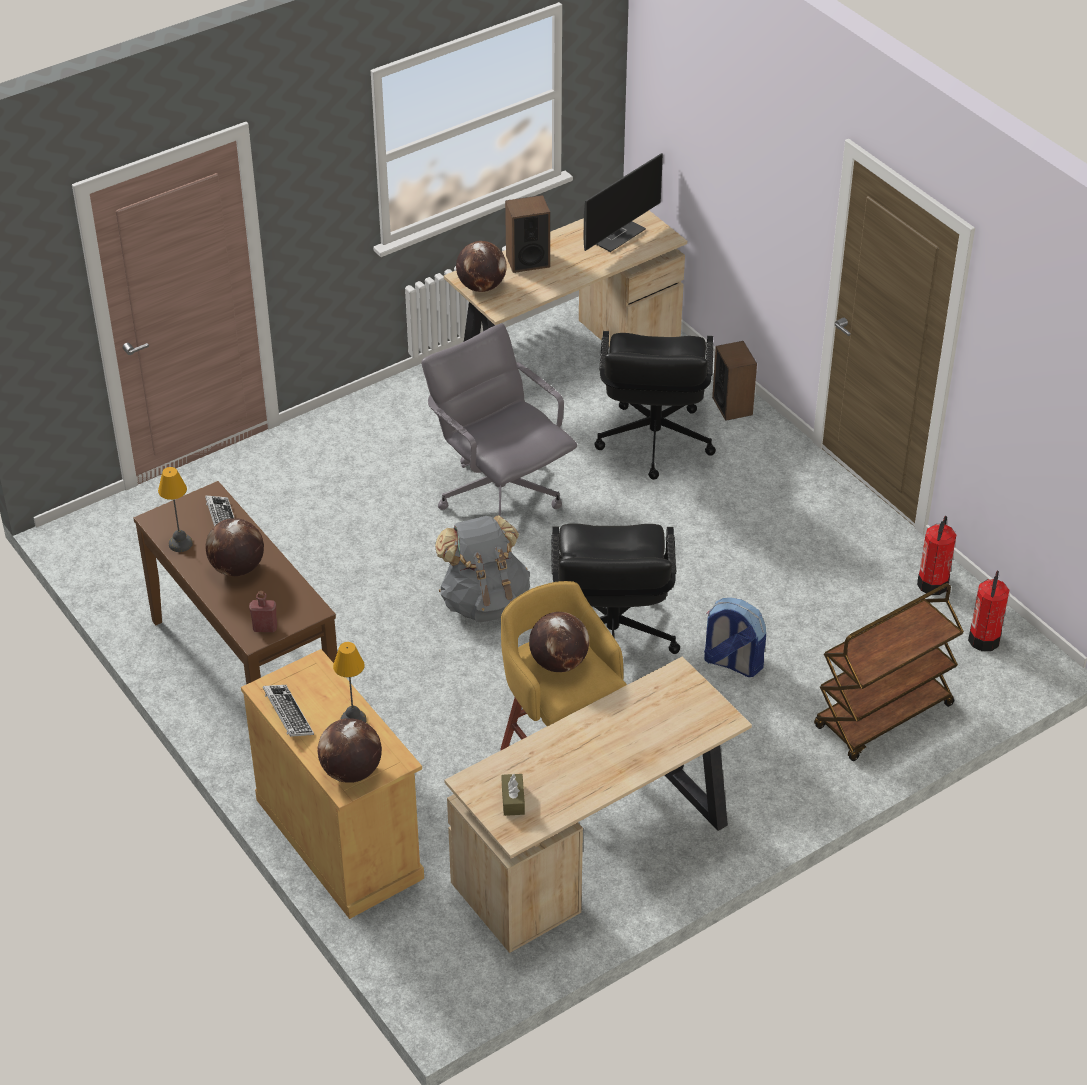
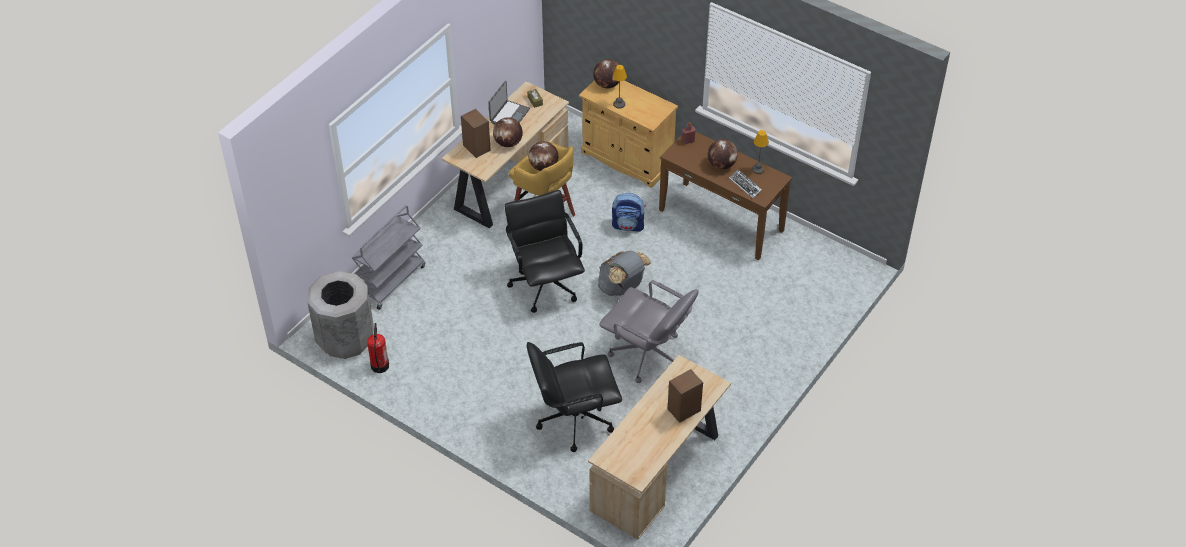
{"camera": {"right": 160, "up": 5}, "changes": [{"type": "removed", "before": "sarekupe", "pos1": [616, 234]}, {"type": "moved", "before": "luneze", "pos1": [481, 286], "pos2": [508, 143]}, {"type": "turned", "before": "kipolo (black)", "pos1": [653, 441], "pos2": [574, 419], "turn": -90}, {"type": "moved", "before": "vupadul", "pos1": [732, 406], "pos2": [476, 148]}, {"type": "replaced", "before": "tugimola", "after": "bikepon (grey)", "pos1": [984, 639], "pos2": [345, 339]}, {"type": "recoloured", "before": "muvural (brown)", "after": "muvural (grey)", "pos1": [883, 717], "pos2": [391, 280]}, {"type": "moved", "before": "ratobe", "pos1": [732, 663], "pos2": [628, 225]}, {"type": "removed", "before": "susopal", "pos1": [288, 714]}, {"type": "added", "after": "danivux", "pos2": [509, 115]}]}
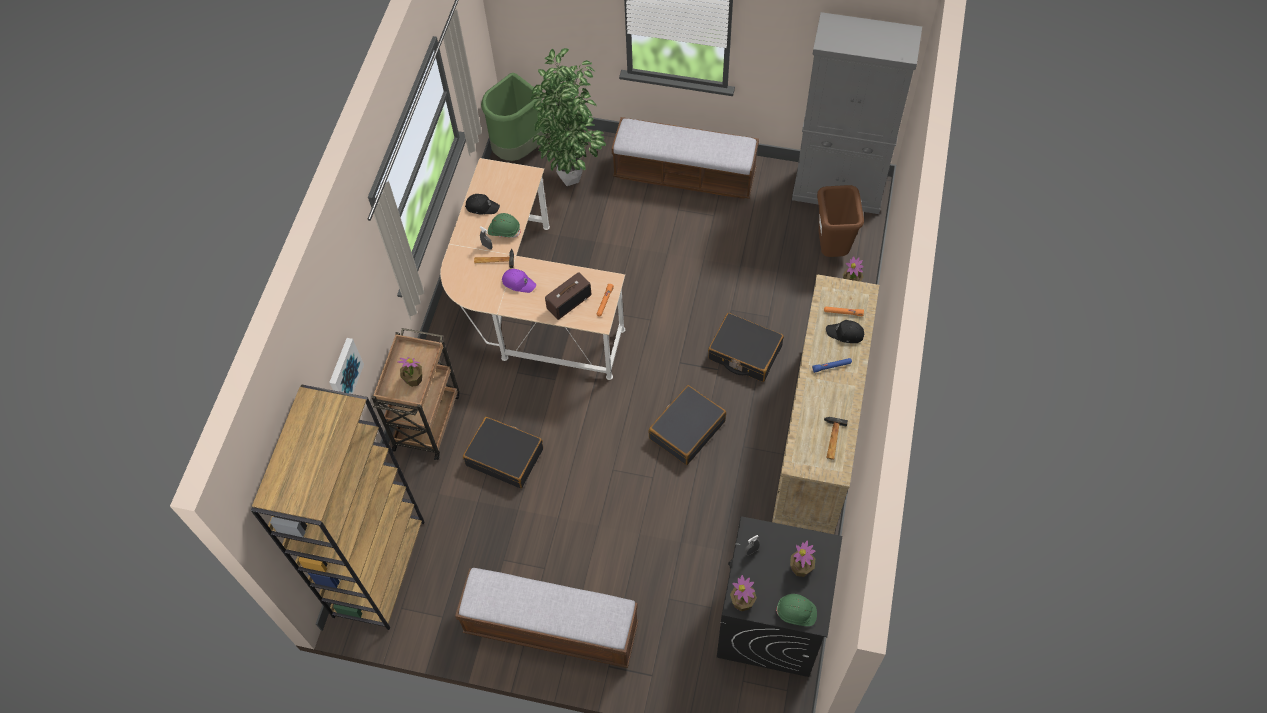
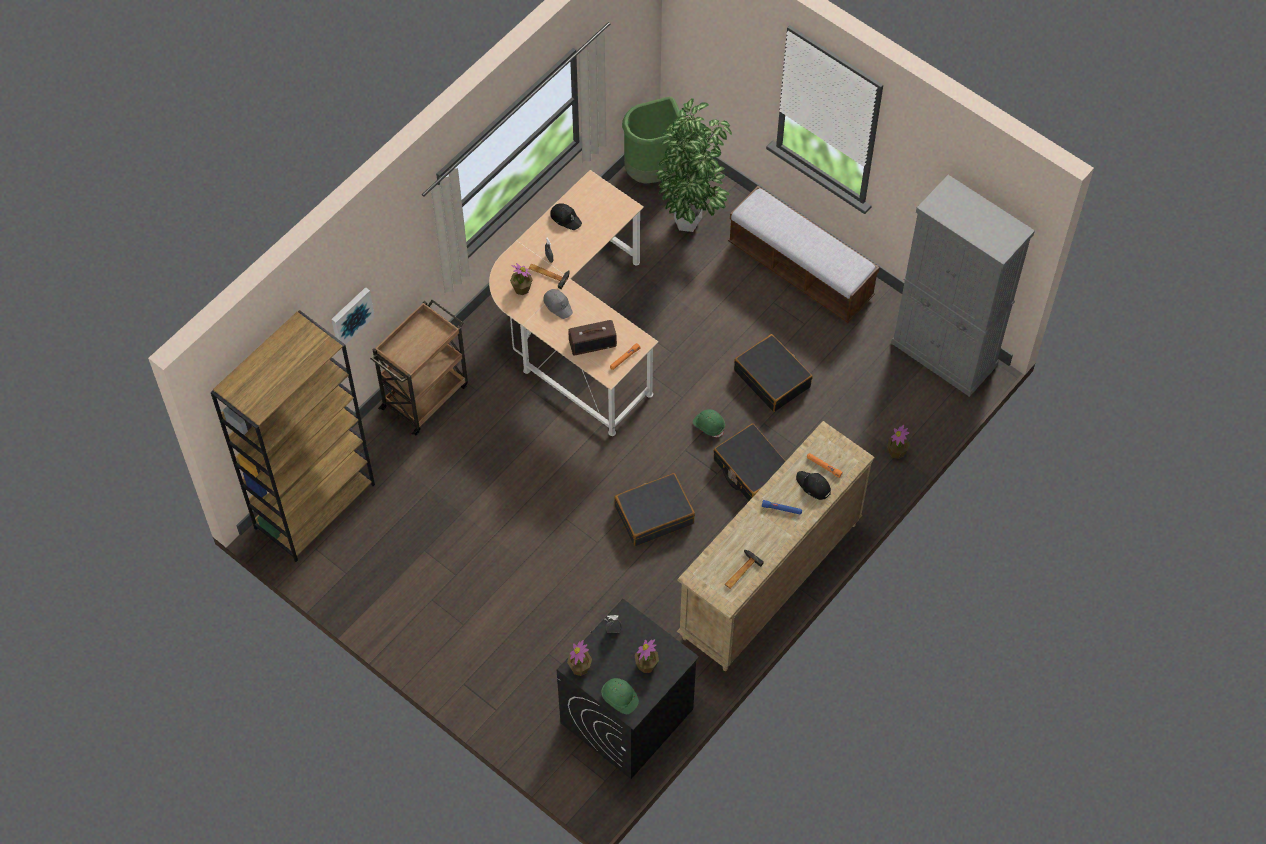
{"camera": {"right": 25, "up": 0}, "changes": [{"type": "removed", "before": "bikepon (brown)", "pos1": [832, 250]}, {"type": "moved", "before": "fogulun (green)", "pos1": [504, 230], "pos2": [709, 425]}, {"type": "recoloured", "before": "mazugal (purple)", "after": "mazugal (grey)", "pos1": [518, 282], "pos2": [558, 305]}, {"type": "moved", "before": "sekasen", "pos1": [413, 379], "pos2": [521, 288]}, {"type": "moved", "before": "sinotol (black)", "pos1": [505, 456], "pos2": [772, 378]}, {"type": "removed", "before": "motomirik", "pos1": [551, 628]}]}
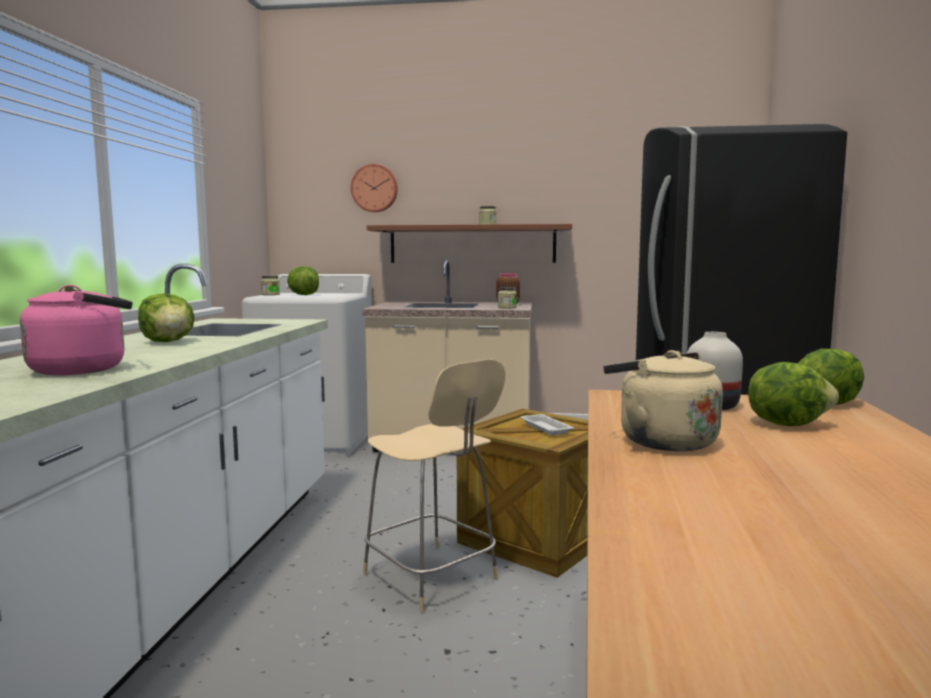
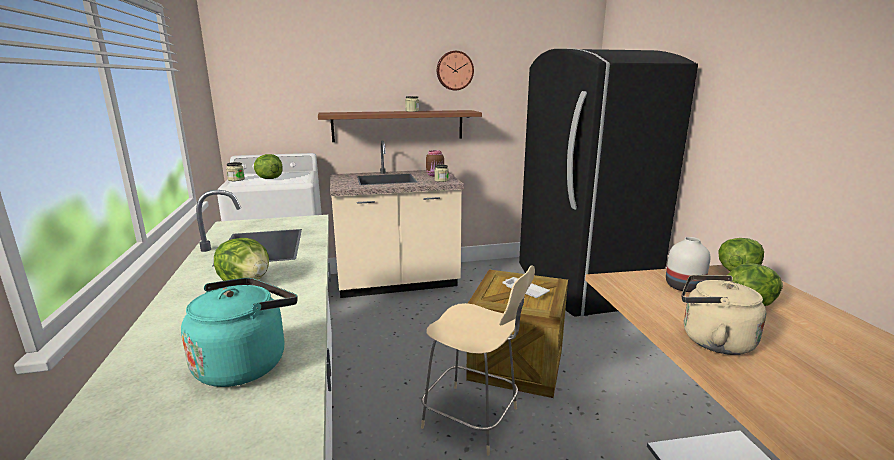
{"camera": {"right": -20, "up": 10}, "changes": [{"type": "moved", "before": "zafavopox", "pos1": [375, 188], "pos2": [454, 70]}, {"type": "recoloured", "before": "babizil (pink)", "after": "babizil (turquoise)", "pos1": [84, 369], "pos2": [245, 363]}]}
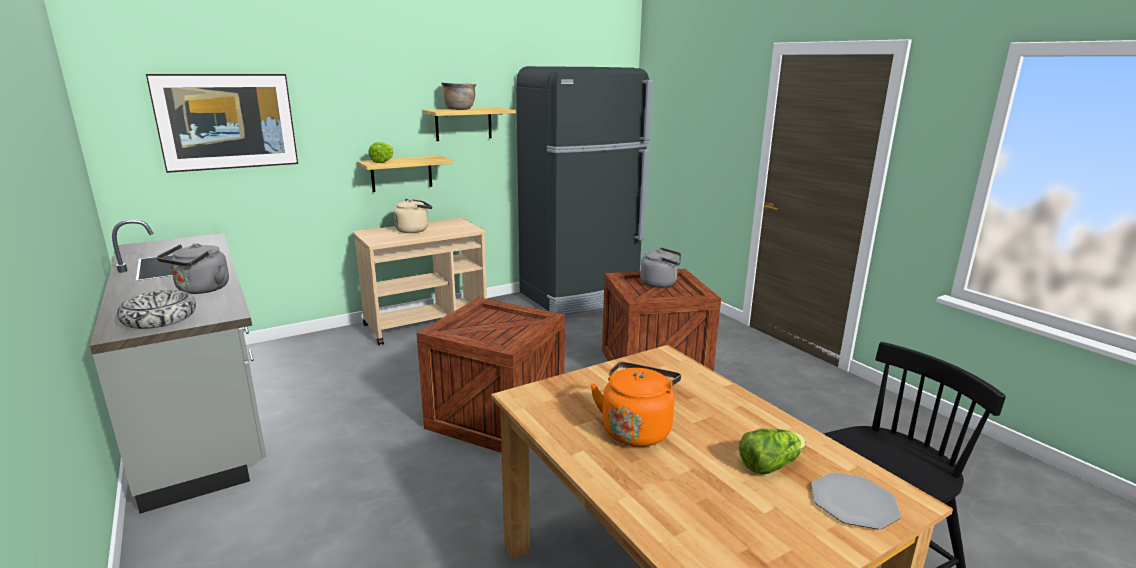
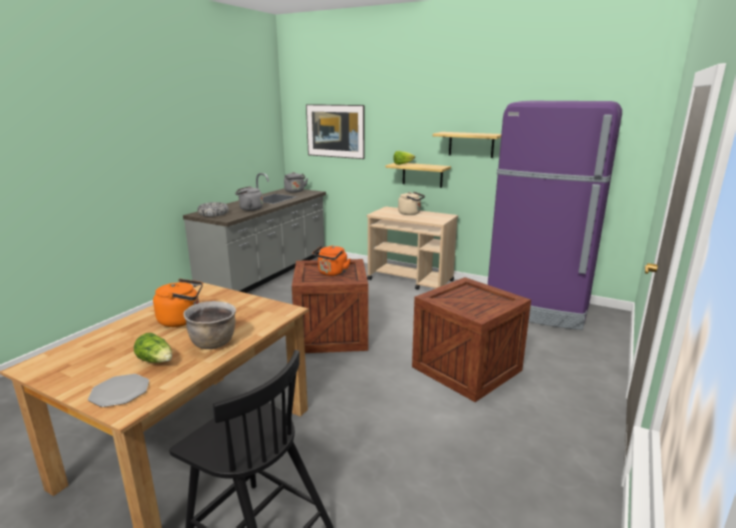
{"camera": {"right": 60, "up": 0}, "changes": [{"type": "recoloured", "before": "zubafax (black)", "after": "zubafax (purple)", "pos1": [580, 295], "pos2": [538, 308]}, {"type": "moved", "before": "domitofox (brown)", "pos1": [459, 109], "pos2": [214, 343]}, {"type": "moved", "before": "babizil (grey)", "pos1": [660, 283], "pos2": [295, 191]}, {"type": "added", "after": "babizil (orange)", "pos2": [332, 273]}]}
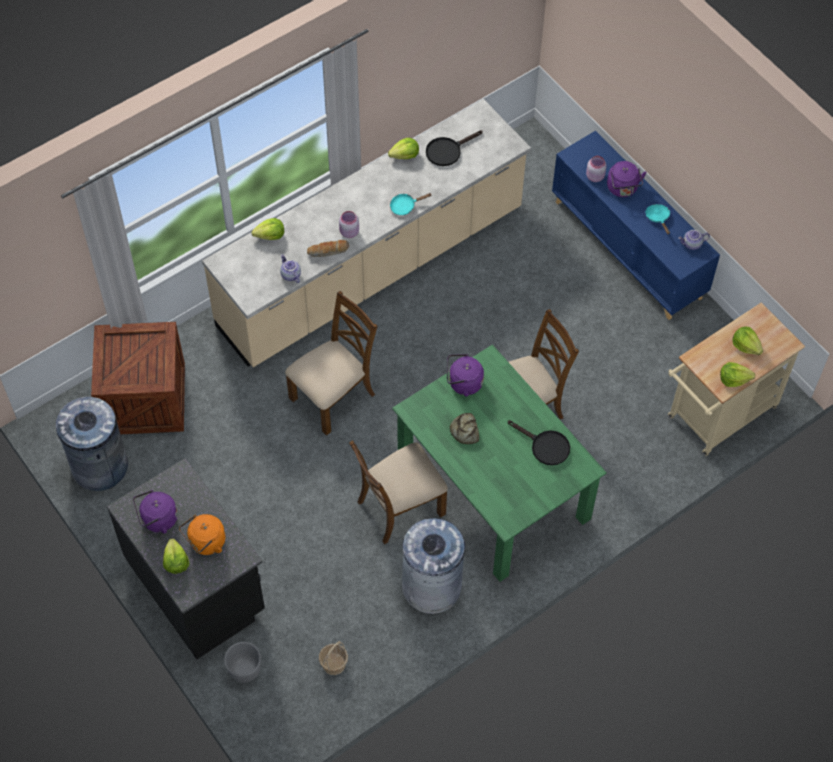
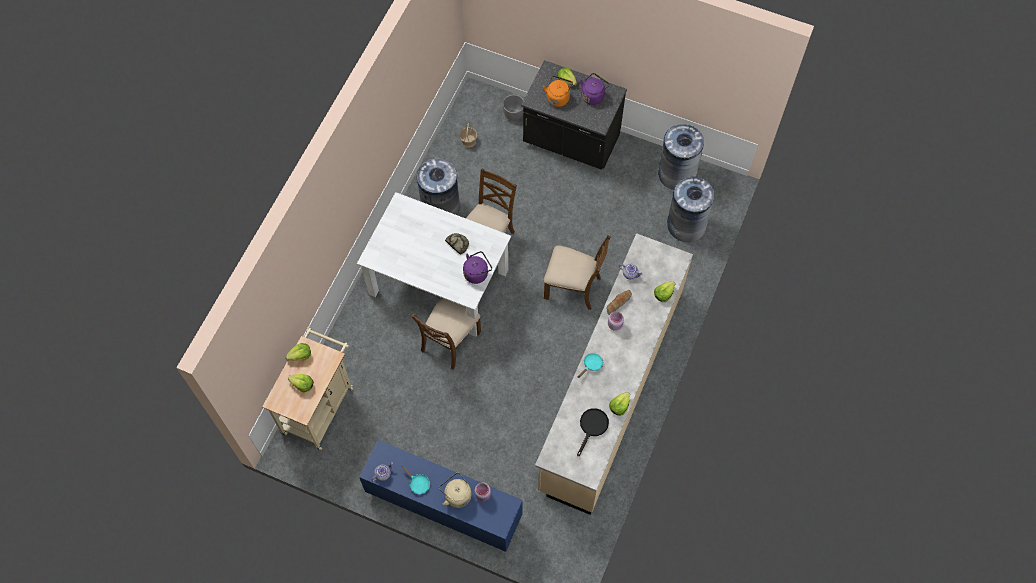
{"camera": {"right": 150, "up": 5}, "changes": [{"type": "recoloured", "before": "babizil (purple)", "after": "babizil (beige)", "pos1": [623, 189], "pos2": [456, 495]}, {"type": "turned", "before": "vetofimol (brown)", "pos1": [333, 396], "pos2": [573, 287], "turn": -90}, {"type": "replaced", "before": "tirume", "after": "bikepon (grey)", "pos1": [143, 397], "pos2": [686, 225]}, {"type": "recoloured", "before": "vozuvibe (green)", "after": "vozuvibe (white)", "pos1": [491, 488], "pos2": [439, 281]}, {"type": "removed", "before": "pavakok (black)", "pos1": [545, 446]}]}
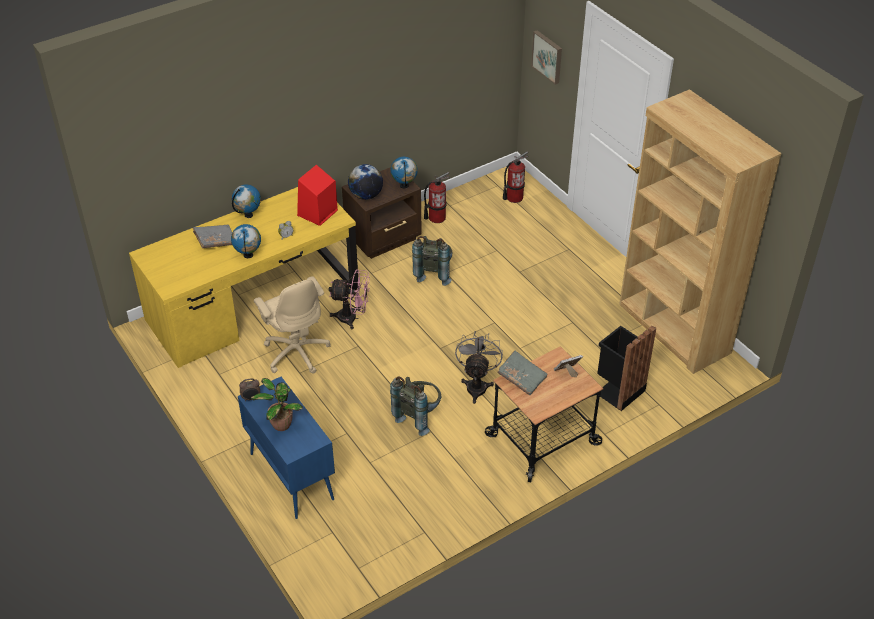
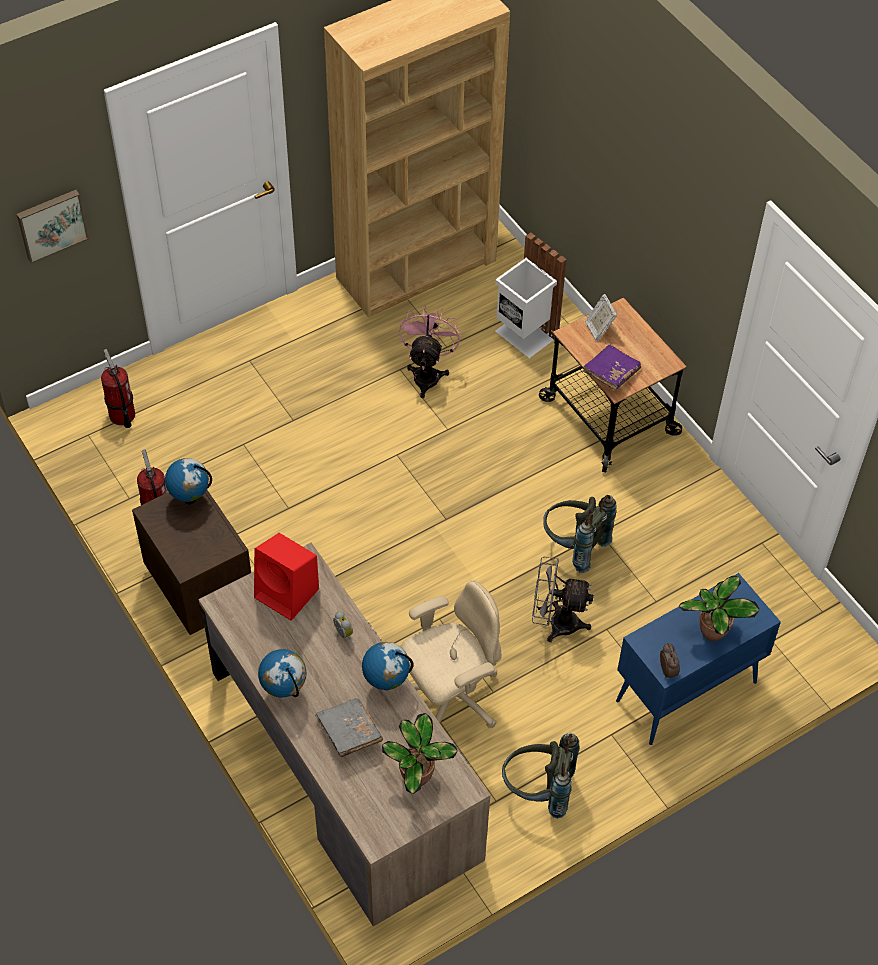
{"camera": {"right": -90, "up": 10}, "changes": [{"type": "removed", "before": "luneze", "pos1": [366, 195]}, {"type": "recoloured", "before": "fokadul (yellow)", "after": "fokadul (brown)", "pos1": [253, 304], "pos2": [344, 764]}, {"type": "moved", "before": "ratobe (grey)", "pos1": [433, 272], "pos2": [538, 791]}, {"type": "moved", "before": "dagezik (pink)", "pos1": [352, 318], "pos2": [427, 373]}, {"type": "recoloured", "before": "bikepon (black)", "after": "bikepon (white)", "pos1": [618, 391], "pos2": [525, 335]}, {"type": "moved", "before": "dagezik (grey)", "pos1": [477, 385], "pos2": [555, 623]}, {"type": "recoloured", "before": "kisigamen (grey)", "after": "kisigamen (purple)", "pos1": [521, 378], "pos2": [611, 373]}, {"type": "added", "after": "sekasen", "pos2": [418, 776]}]}
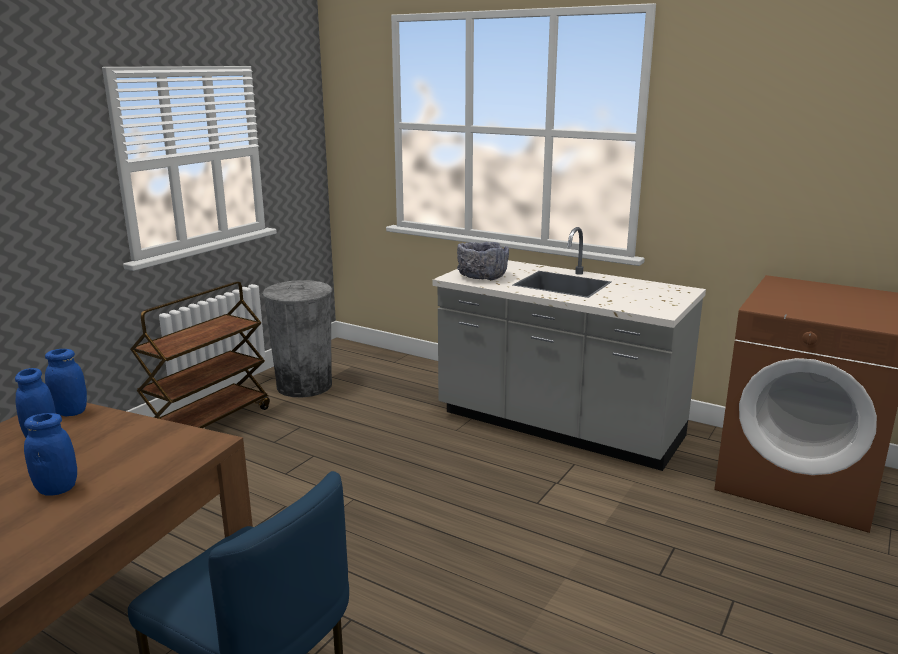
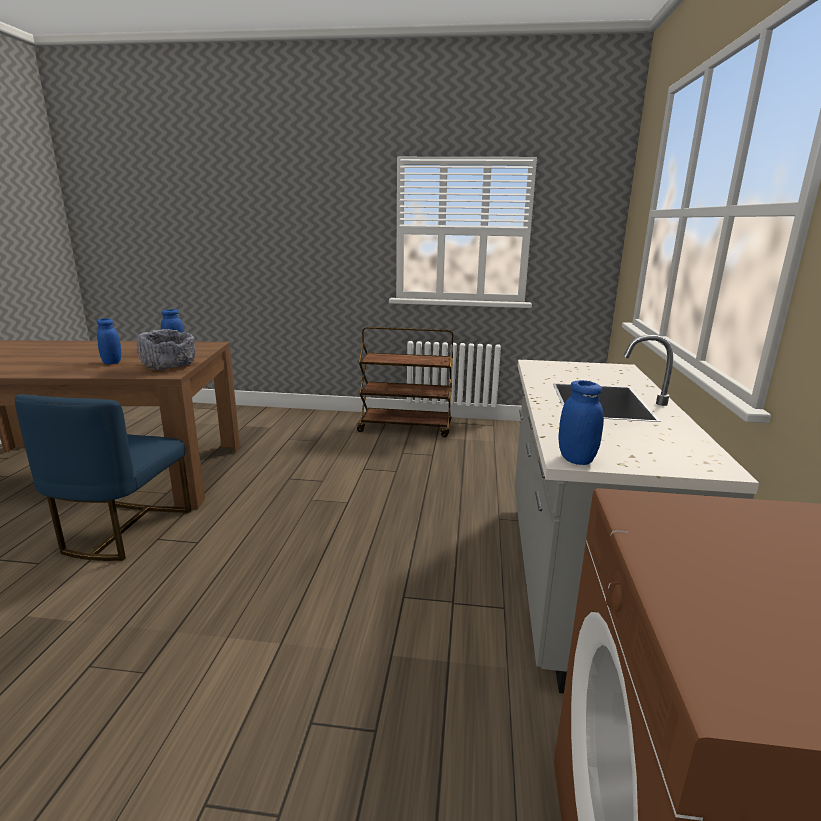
{"camera": {"right": 65, "up": 0}, "changes": [{"type": "moved", "before": "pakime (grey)", "pos1": [482, 276], "pos2": [169, 366]}, {"type": "removed", "before": "bikepon (grey)", "pos1": [304, 385]}, {"type": "moved", "before": "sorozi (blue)", "pos1": [70, 412], "pos2": [576, 459]}]}
